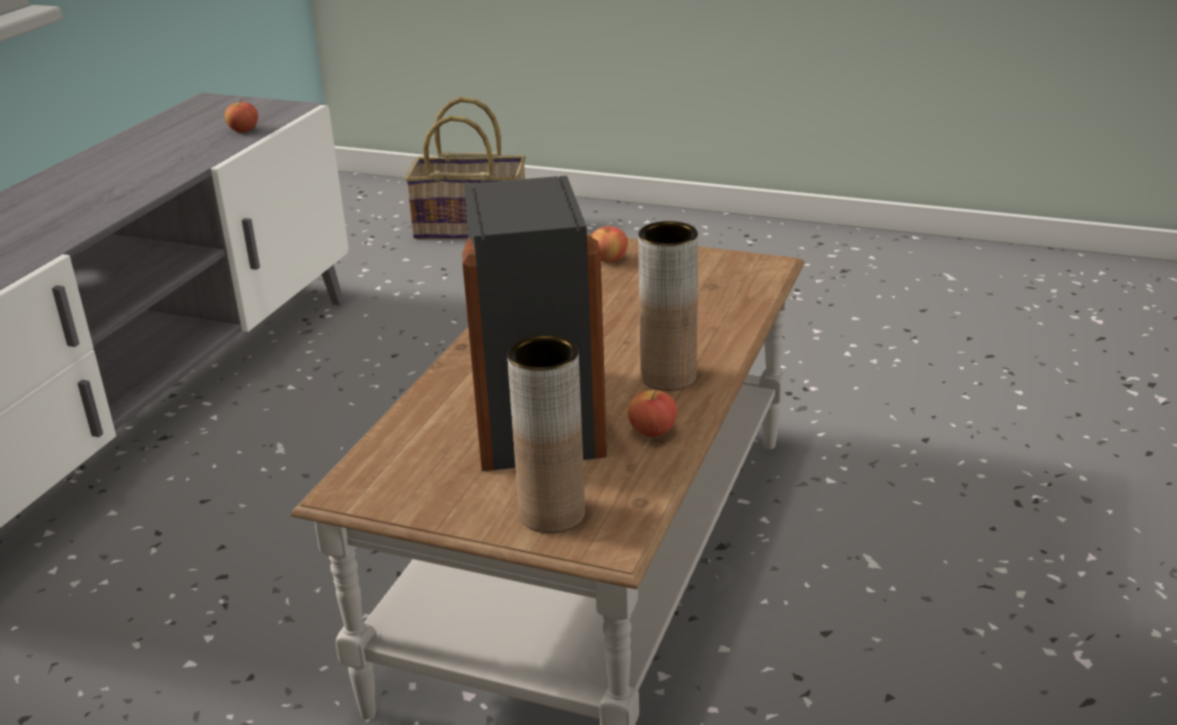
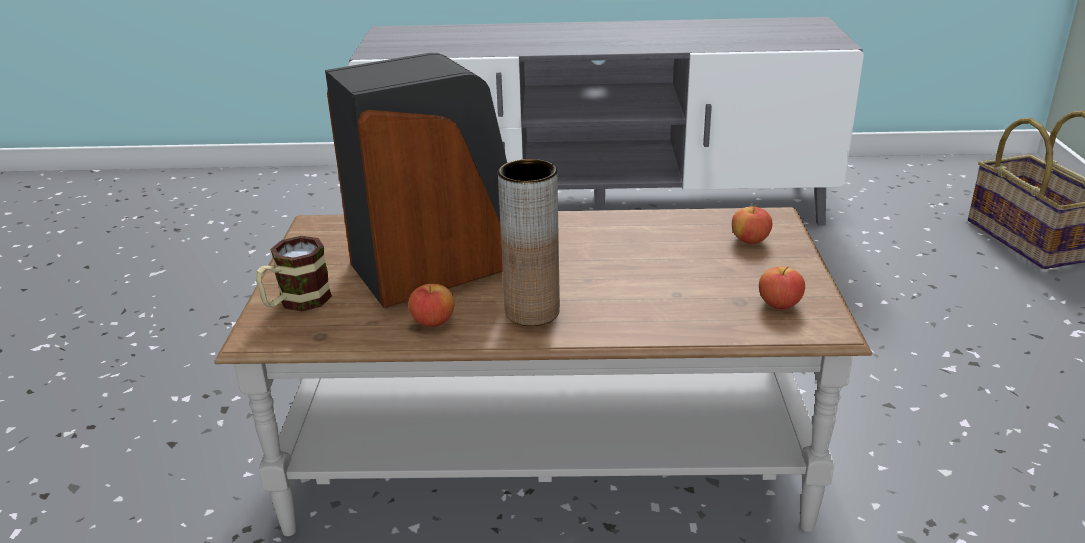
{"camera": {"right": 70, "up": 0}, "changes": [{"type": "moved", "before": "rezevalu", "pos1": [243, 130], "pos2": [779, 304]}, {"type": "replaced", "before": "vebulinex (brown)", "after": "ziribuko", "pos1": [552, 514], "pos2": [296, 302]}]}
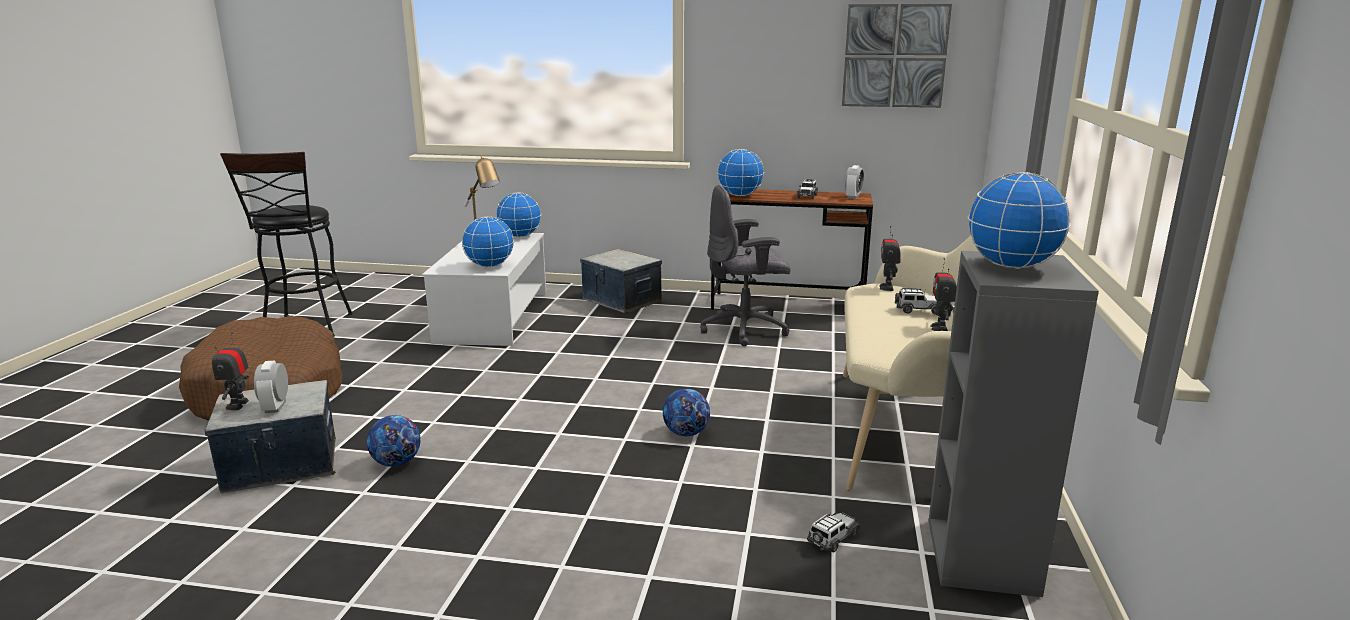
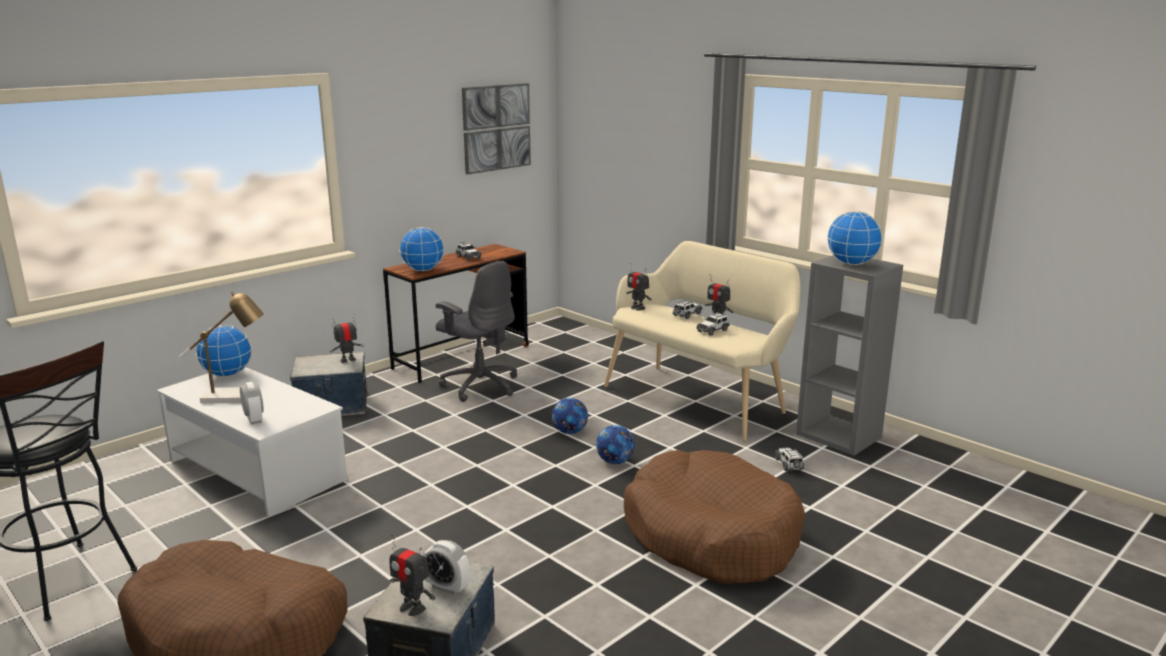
{"camera": {"right": -55, "up": 0}, "changes": [{"type": "moved", "before": "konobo", "pos1": [853, 197], "pos2": [254, 419]}, {"type": "turned", "before": "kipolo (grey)", "pos1": [745, 329], "pos2": [480, 385], "turn": -75}, {"type": "removed", "before": "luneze", "pos1": [489, 266]}, {"type": "moved", "before": "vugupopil", "pos1": [396, 463], "pos2": [570, 432]}, {"type": "added", "after": "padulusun", "pos2": [713, 331]}, {"type": "added", "after": "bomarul", "pos2": [348, 360]}, {"type": "added", "after": "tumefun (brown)", "pos2": [711, 535]}]}
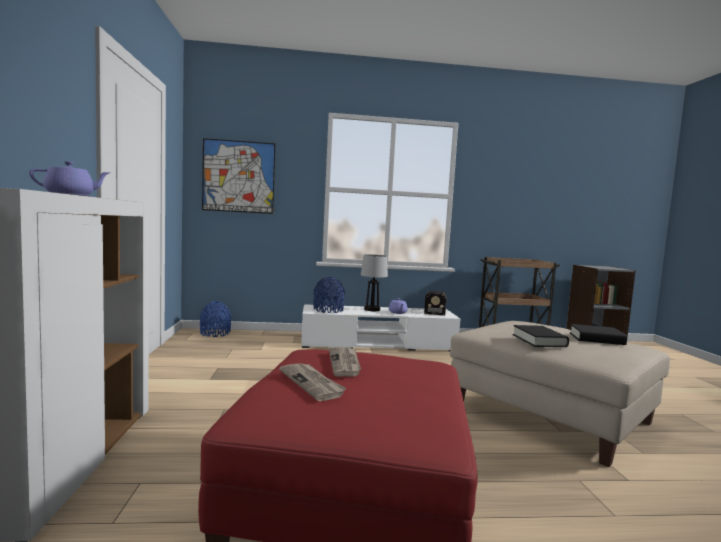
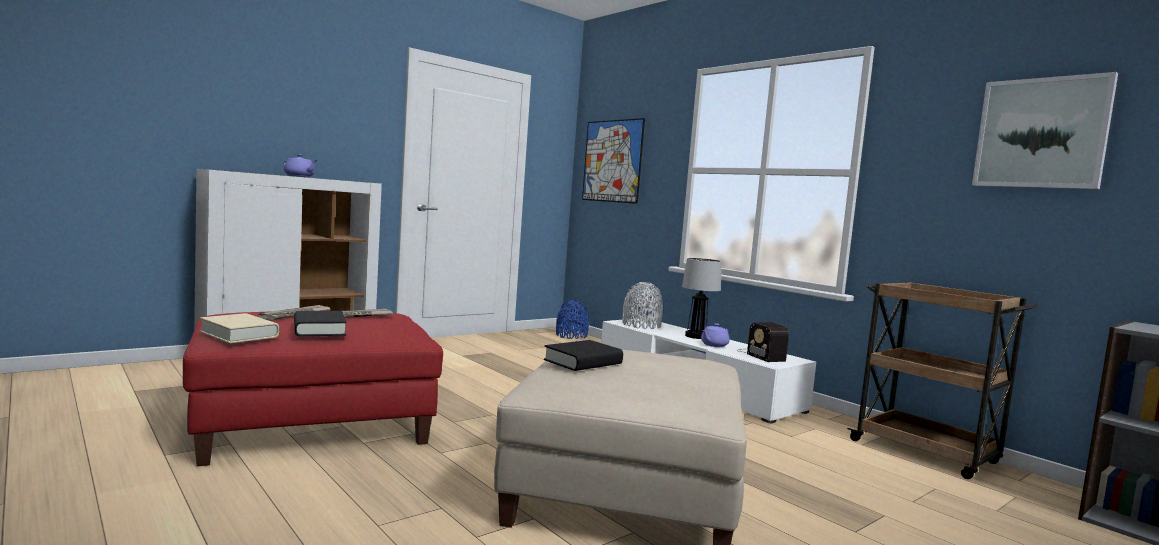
{"camera": {"right": 55, "up": 0}, "changes": [{"type": "recoloured", "before": "vebulinex (blue)", "after": "vebulinex (grey)", "pos1": [328, 310], "pos2": [641, 325]}, {"type": "moved", "before": "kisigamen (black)", "pos1": [596, 339], "pos2": [319, 329]}, {"type": "added", "after": "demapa", "pos2": [1041, 133]}, {"type": "added", "after": "kisigamen (beige)", "pos2": [239, 334]}]}
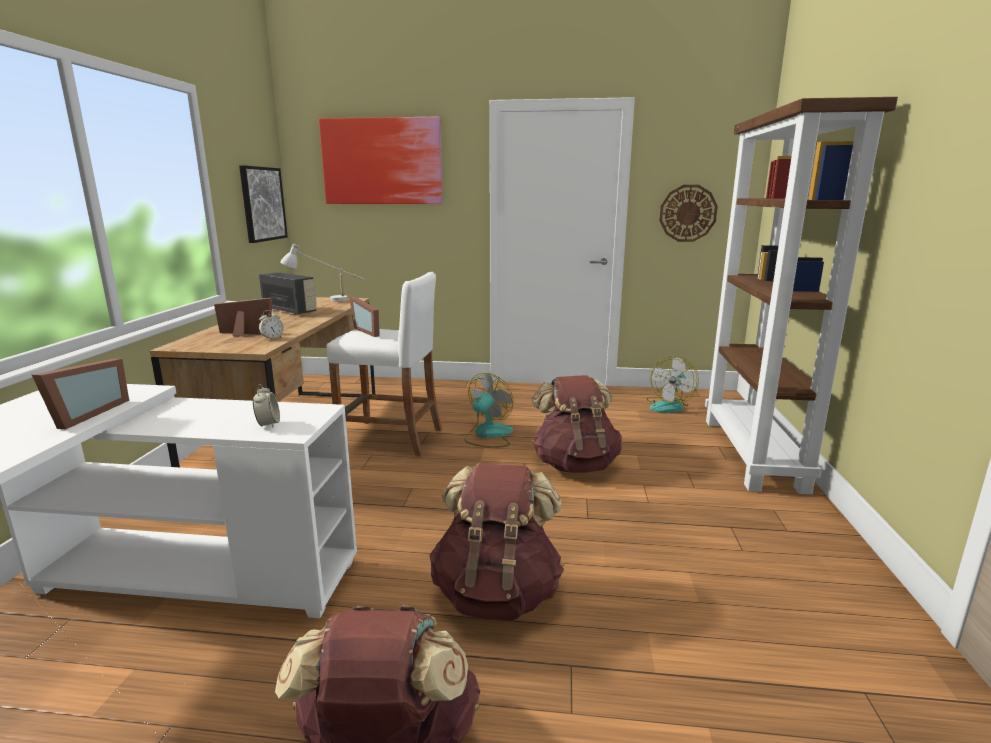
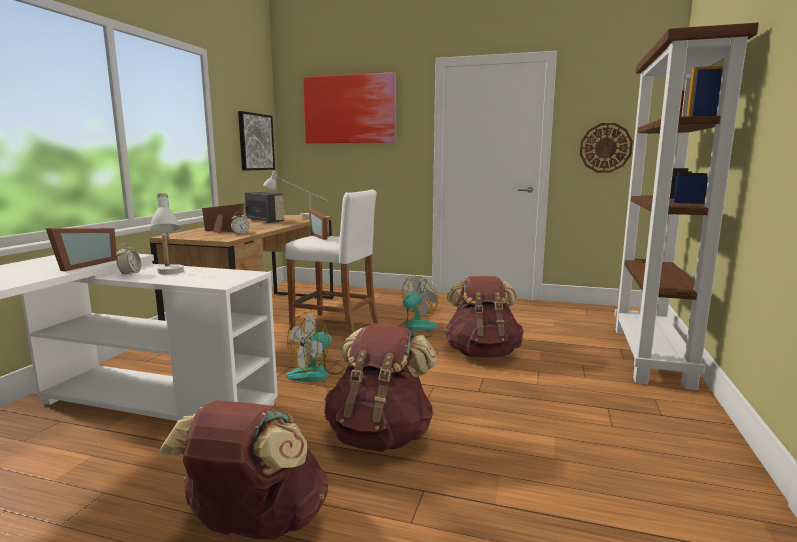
{"camera": {"right": 10, "up": -5}, "changes": [{"type": "moved", "before": "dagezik", "pos1": [669, 406], "pos2": [316, 373]}, {"type": "moved", "before": "konobo", "pos1": [268, 424], "pos2": [130, 274]}, {"type": "added", "after": "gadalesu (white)", "pos2": [171, 275]}]}
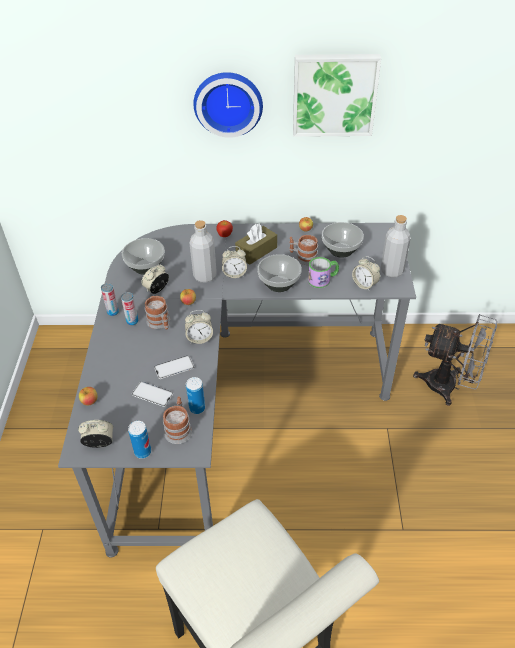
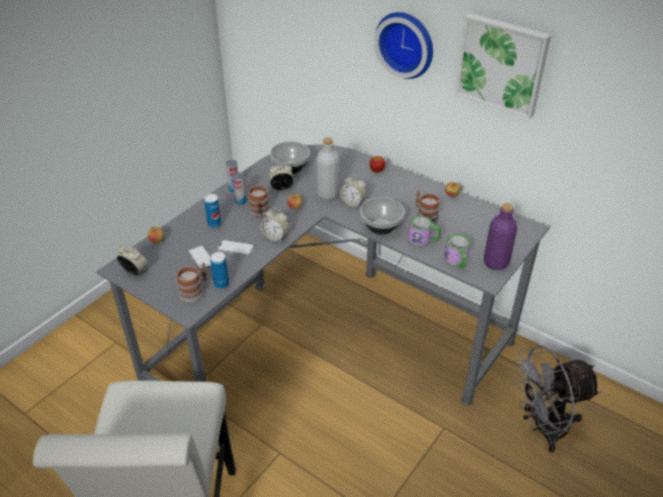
{"camera": {"right": 35, "up": -5}, "changes": [{"type": "recoloured", "before": "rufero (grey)", "after": "rufero (purple)", "pos1": [392, 271], "pos2": [495, 263]}, {"type": "removed", "before": "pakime", "pos1": [341, 250]}, {"type": "removed", "before": "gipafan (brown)", "pos1": [256, 251]}, {"type": "replaced", "before": "konobo", "after": "ziribuko", "pos1": [364, 284], "pos2": [457, 262]}, {"type": "turned", "before": "dagezik (grey)", "pos1": [449, 386], "pos2": [542, 428], "turn": 105}, {"type": "moved", "before": "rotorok", "pos1": [143, 452], "pos2": [214, 224]}]}
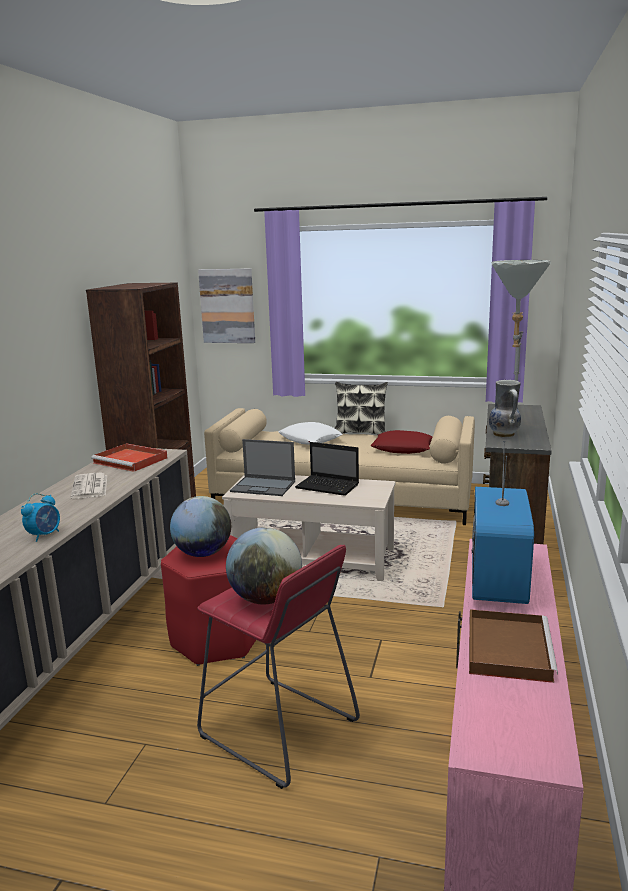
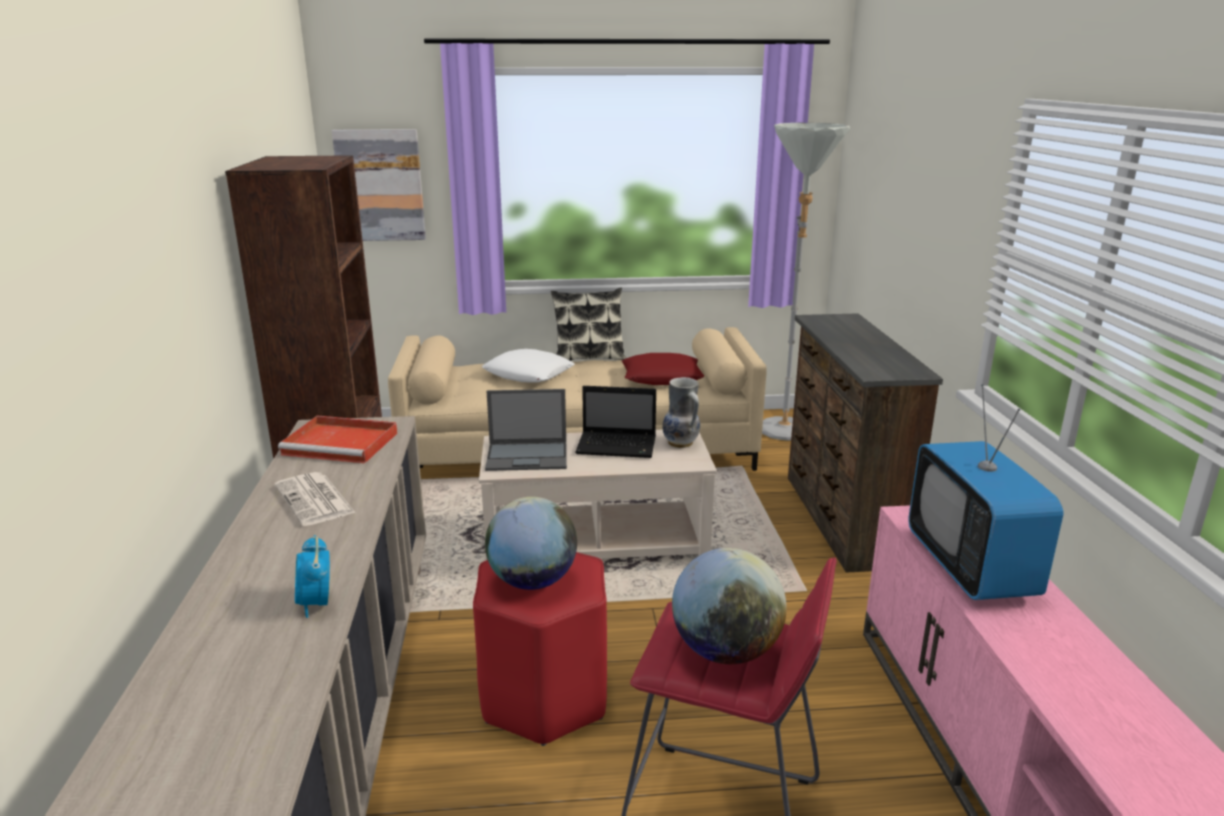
{"camera": {"right": -20, "up": 5}, "changes": [{"type": "moved", "before": "vebulinex", "pos1": [504, 435], "pos2": [681, 443]}, {"type": "turned", "before": "konobo", "pos1": [44, 535], "pos2": [316, 604], "turn": 150}, {"type": "removed", "before": "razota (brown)", "pos1": [507, 647]}]}
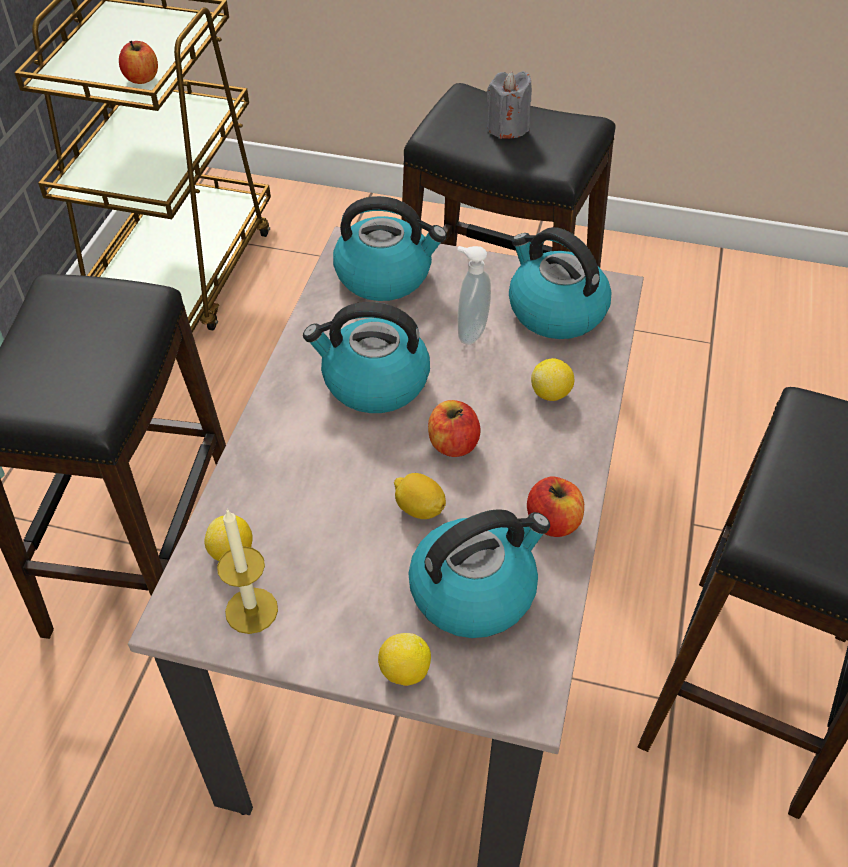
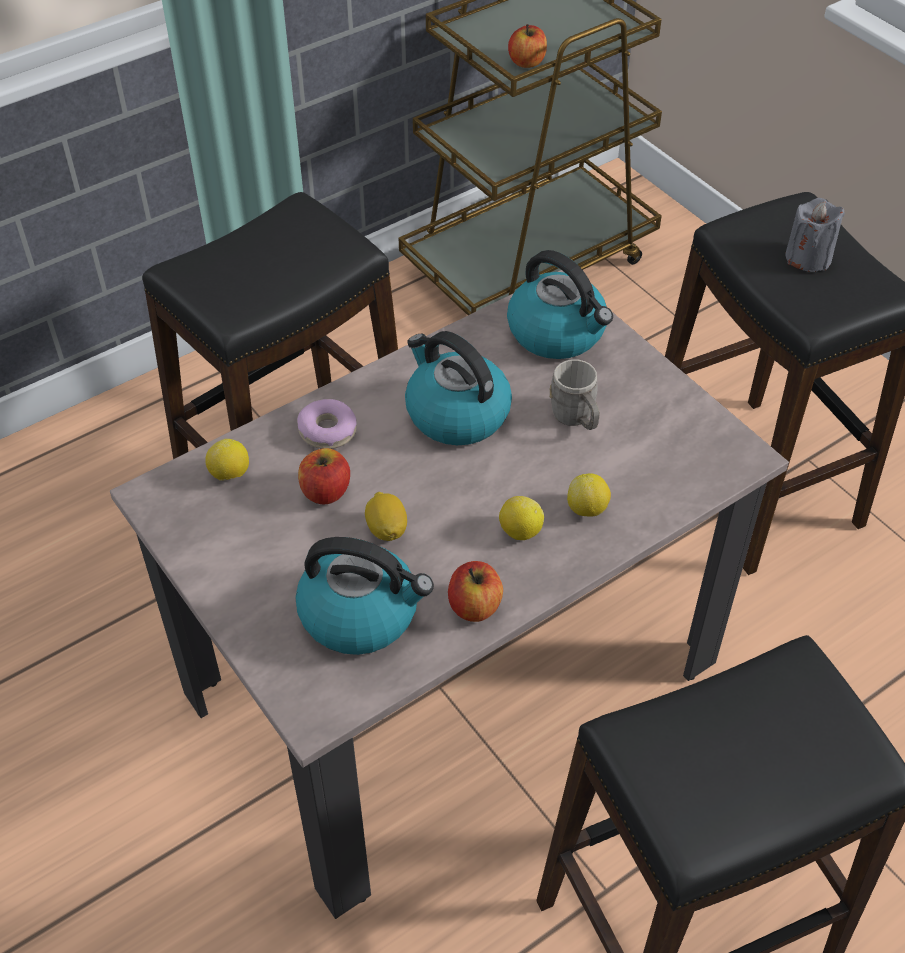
{"camera": {"right": 40, "up": 0}, "changes": [{"type": "removed", "before": "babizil", "pos1": [555, 311]}, {"type": "replaced", "before": "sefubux", "after": "ziribuko (grey)", "pos1": [470, 332], "pos2": [576, 419]}, {"type": "moved", "before": "rezevalu", "pos1": [453, 444], "pos2": [325, 491]}, {"type": "removed", "before": "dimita", "pos1": [251, 610]}, {"type": "moved", "before": "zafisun", "pos1": [404, 671], "pos2": [520, 531]}, {"type": "added", "after": "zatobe", "pos2": [327, 431]}]}
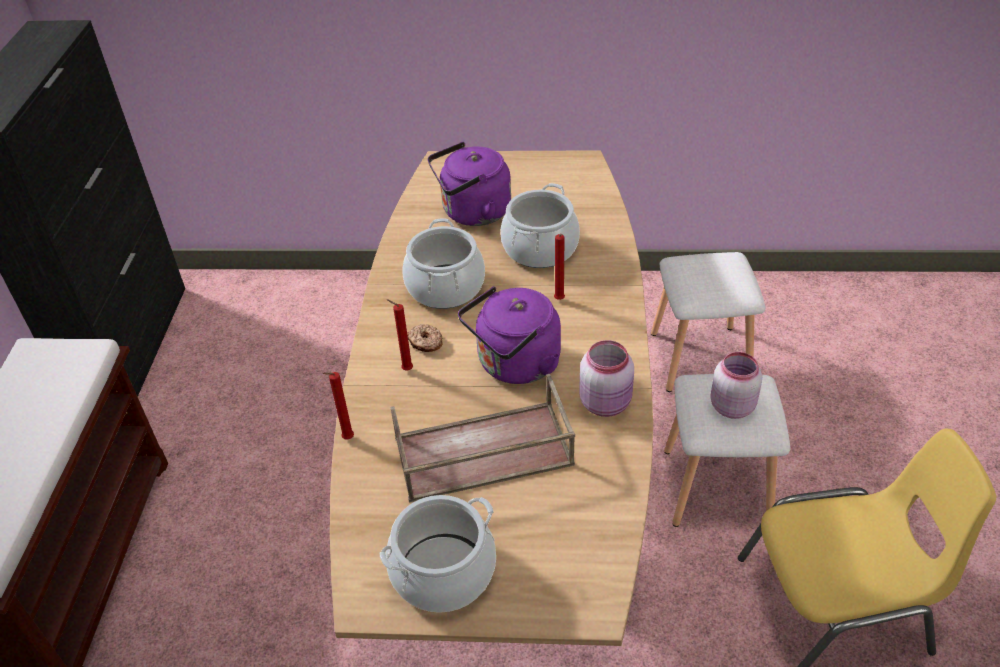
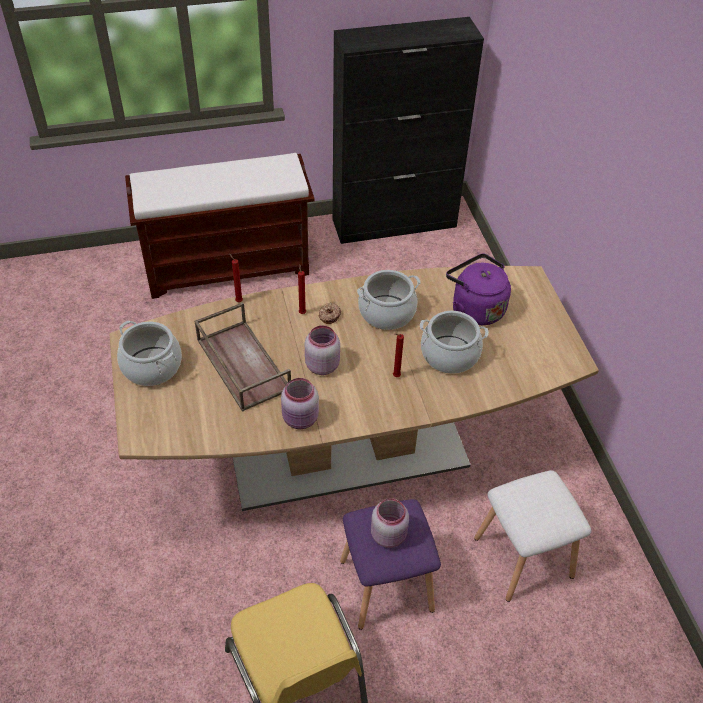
{"camera": {"right": 70, "up": 5}, "changes": [{"type": "replaced", "before": "babizil (purple)", "after": "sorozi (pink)", "pos1": [515, 365], "pos2": [322, 365]}, {"type": "recoloured", "before": "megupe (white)", "after": "megupe (purple)", "pos1": [718, 488], "pos2": [385, 586]}]}
